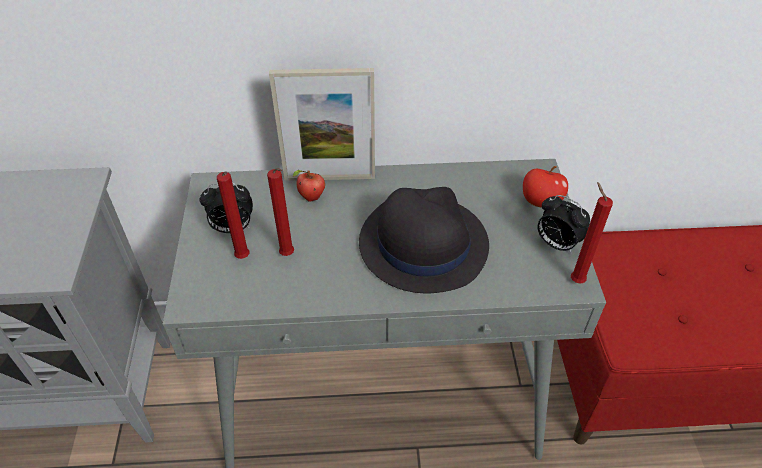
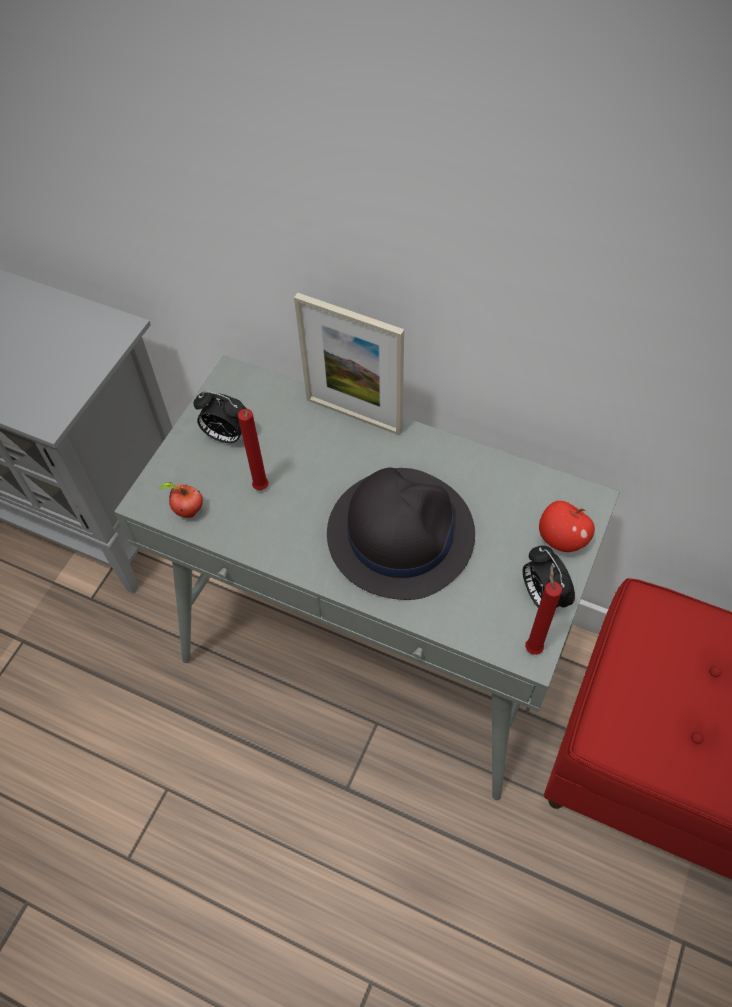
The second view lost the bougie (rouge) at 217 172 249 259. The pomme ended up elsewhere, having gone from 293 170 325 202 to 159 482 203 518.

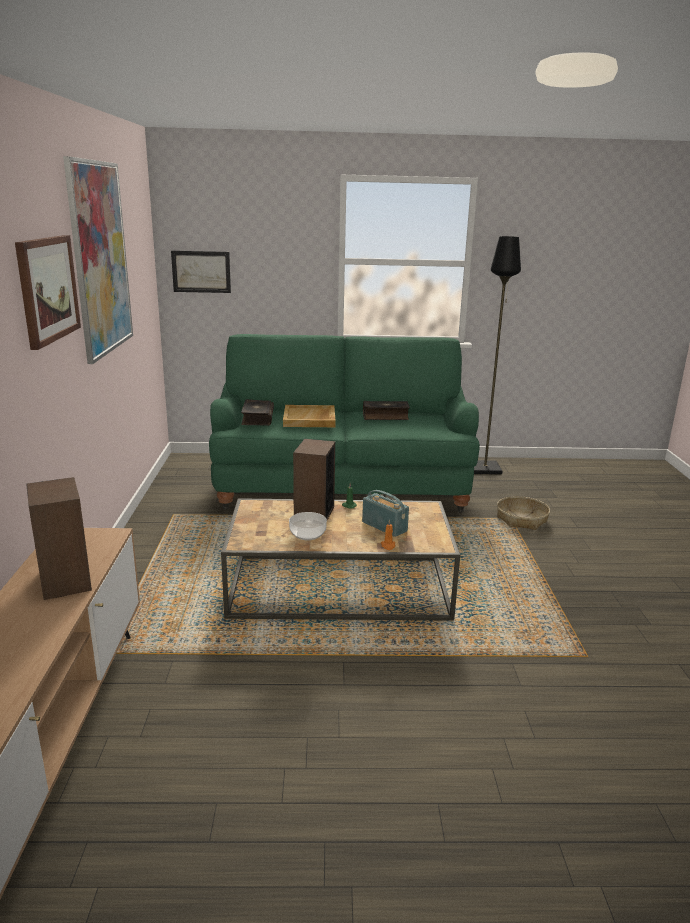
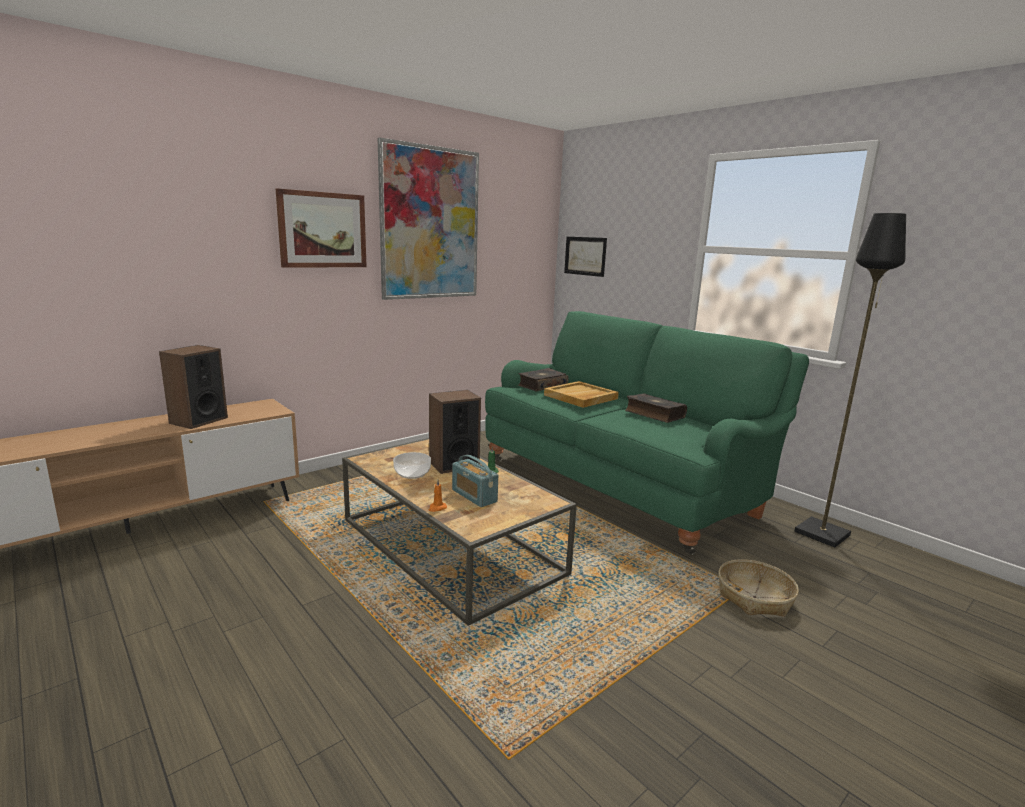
The radio at 362 490 409 537 ended up facing another way, 135 degrees clockwise from before.

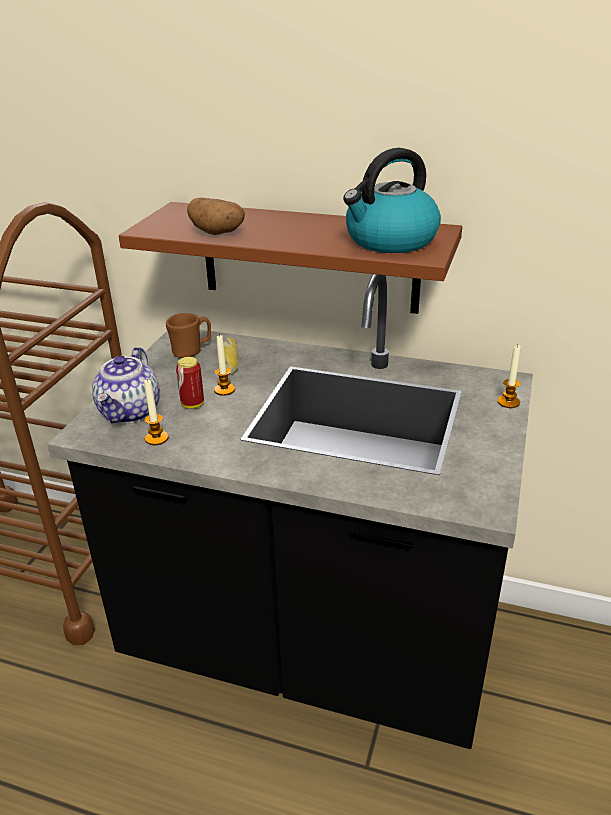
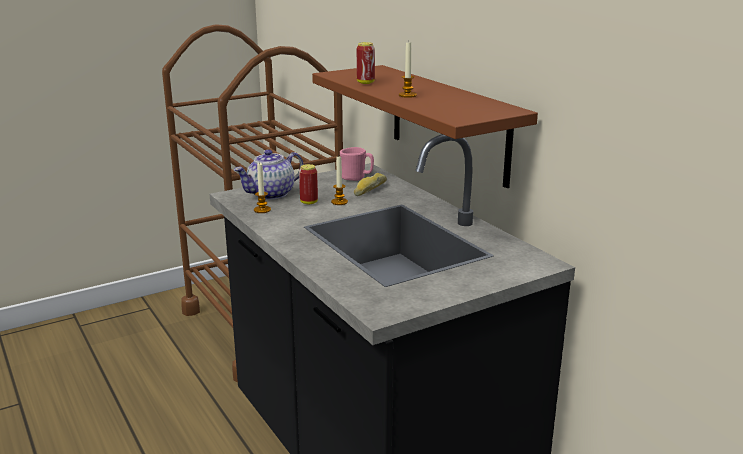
What was the mug (marron) at 166 313 211 358 turned into the mug (rose) at 340 147 374 181. Where the pomme de terre stood at 187 198 245 235, the boîte métallique came to stand at 357 42 375 84. The second view lost the bouilloire at 343 148 441 253. The bougie ended up elsewhere, having gone from 497 345 521 408 to 399 41 417 98.

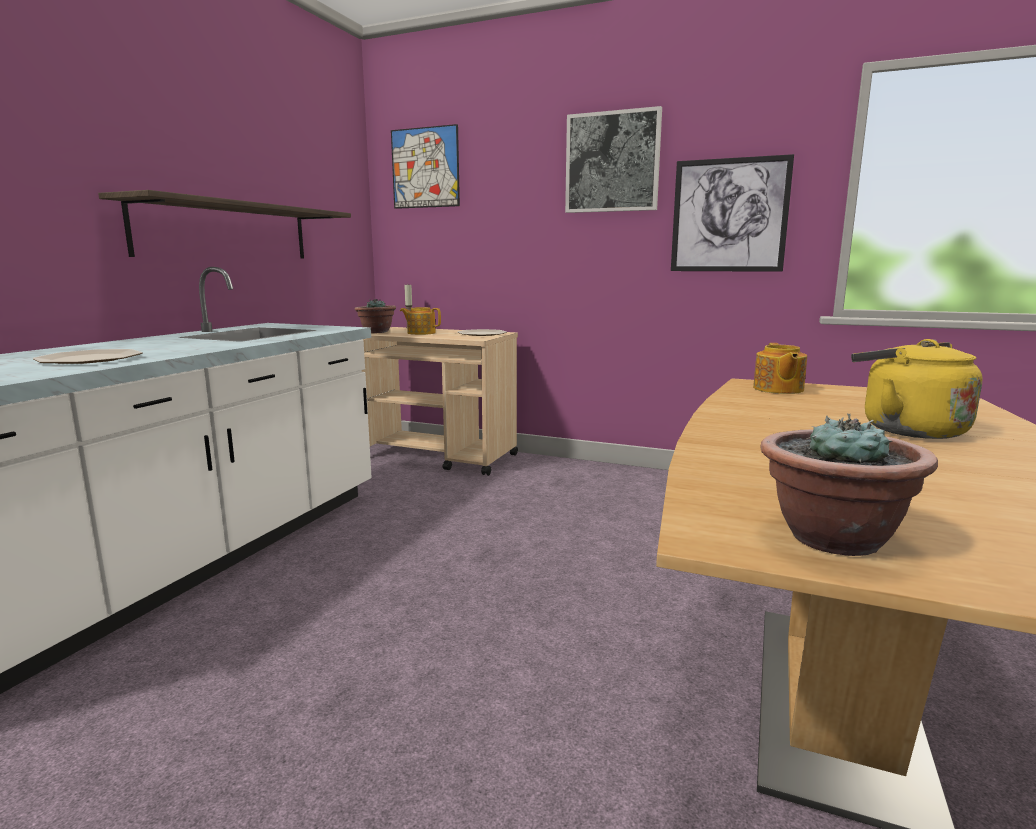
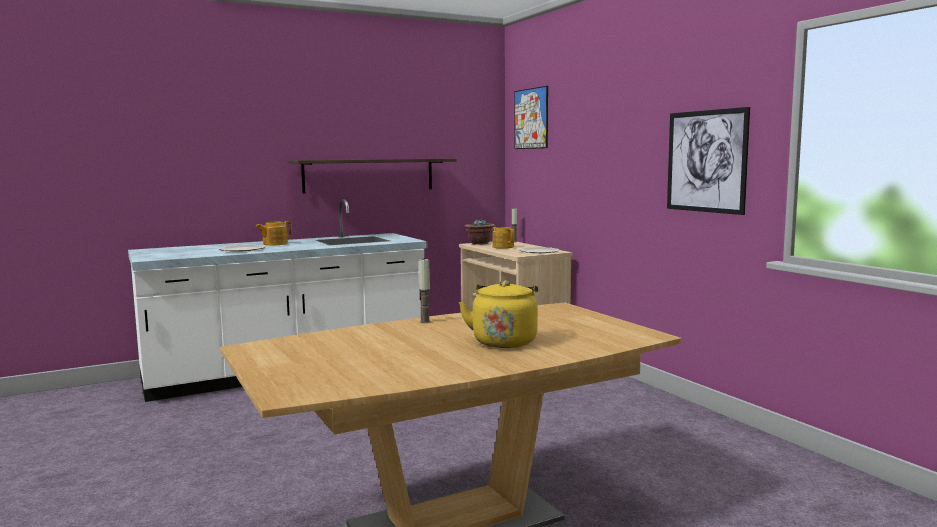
The second view lost the tableau at 565 106 662 213. The théière ended up elsewhere, having gone from 753 343 807 394 to 256 221 292 246. The second view lost the plante en pot at 760 413 938 556. The second view gained the bougie at 419 259 431 323.

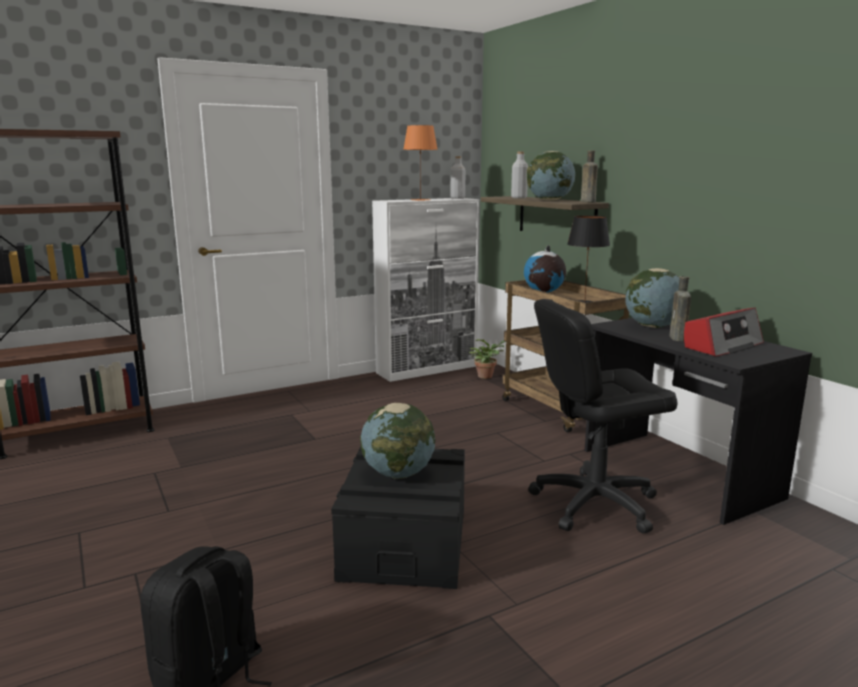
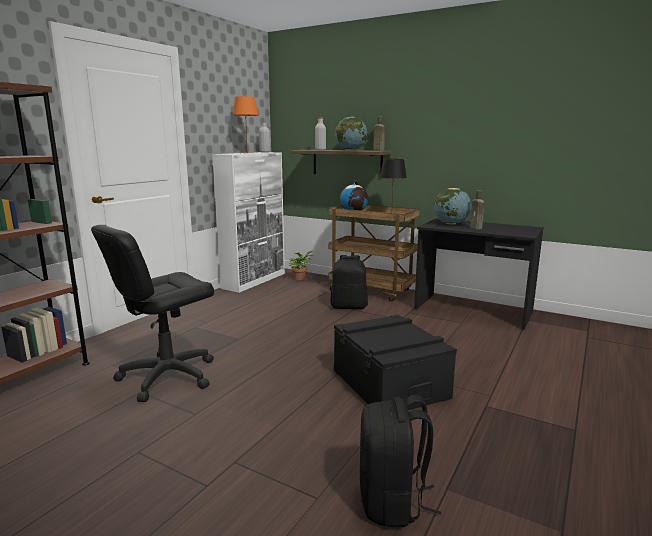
The second view lost the globe at 360 403 436 479. The chaise de bureau (noir) ended up elsewhere, having gone from 528 299 678 534 to 91 225 214 402. The second view lost the radio at 684 308 764 357. The second view gained the sac à dos (noir) at 330 255 368 309.

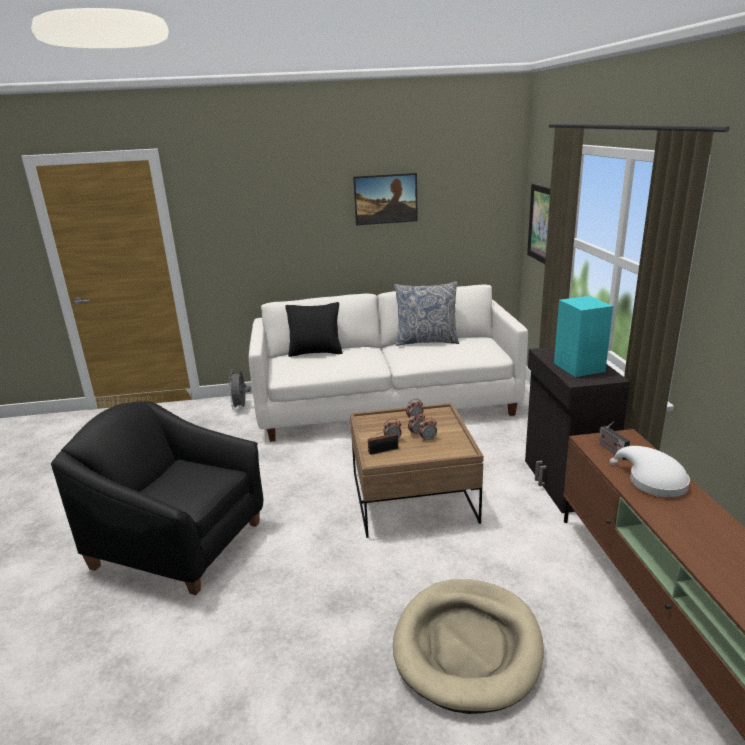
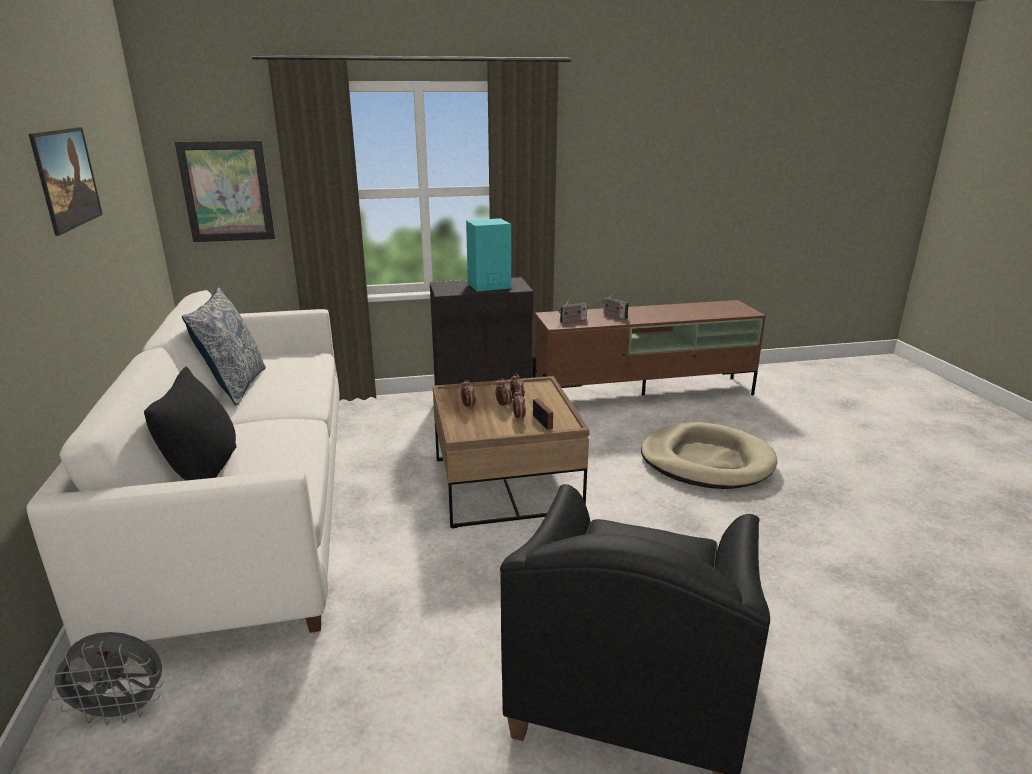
Where the chapeau (blanc) stood at 610 446 690 497, the radio came to stand at 603 291 629 319.

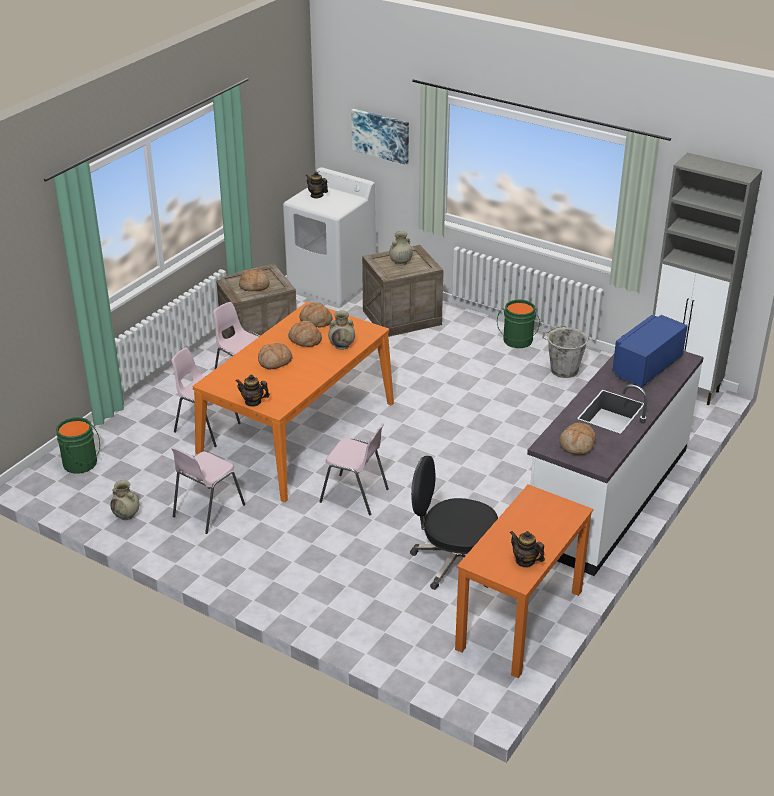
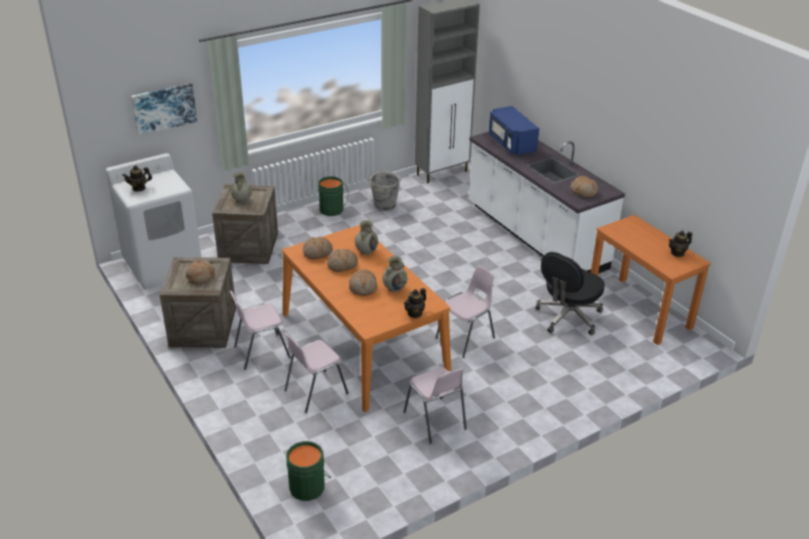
The vase (beige) ended up elsewhere, having gone from 110 480 139 520 to 382 256 407 292.

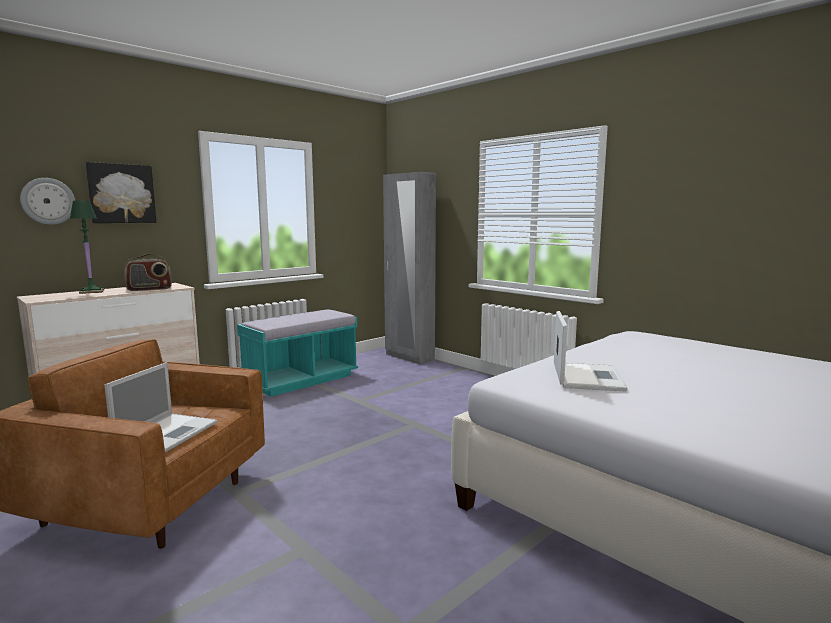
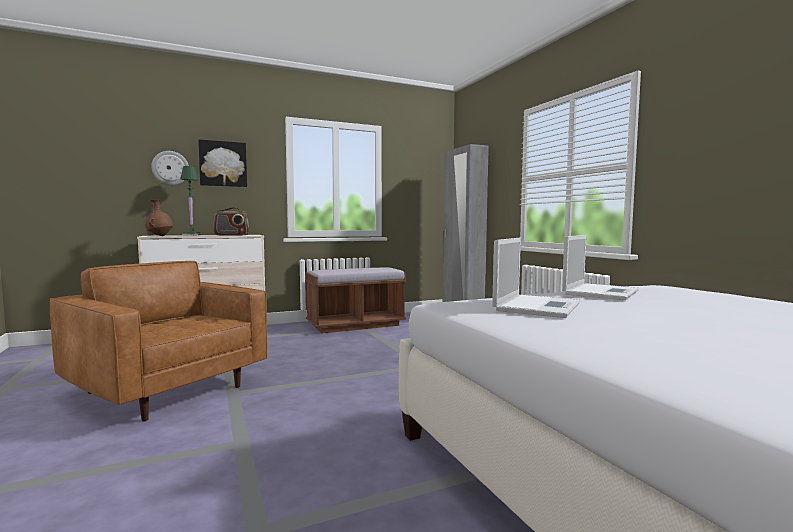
The ordinateur portable ended up elsewhere, having gone from 104 362 217 452 to 562 235 639 300. What was the banc (turquoise) at 237 309 358 397 turned into the banc (marron) at 305 267 406 333. The second view gained the vase (marron) at 145 200 173 236.

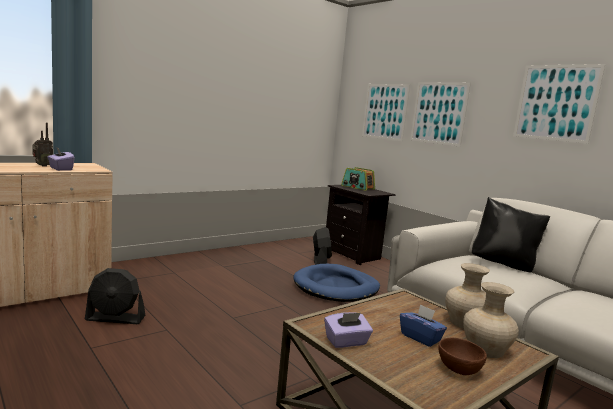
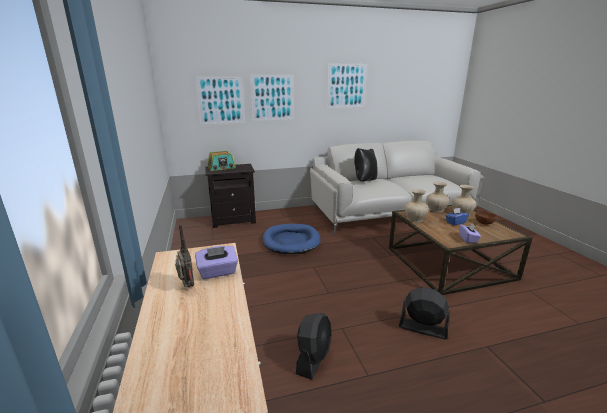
The ventilateur (noir) ended up elsewhere, having gone from 313 227 332 265 to 399 287 450 339. The second view gained the vase (beige) at 404 189 429 222.

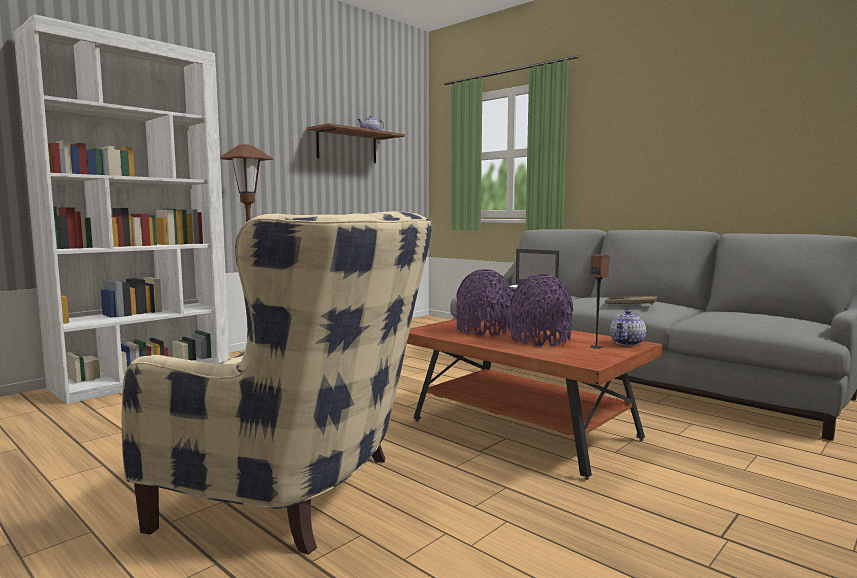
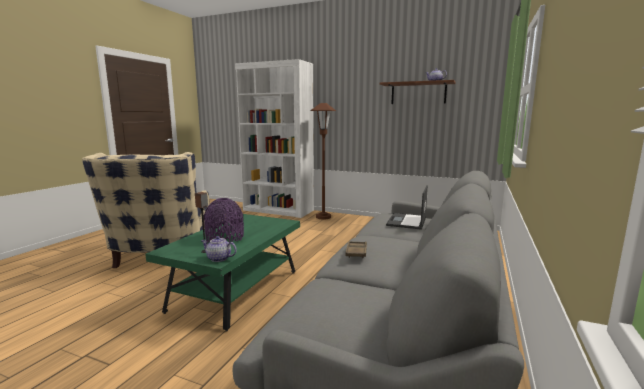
What was the table basse (marron) at 407 319 662 480 turned into the table basse (vert) at 145 214 300 331. The second view lost the vase (violet) at 456 269 513 336.

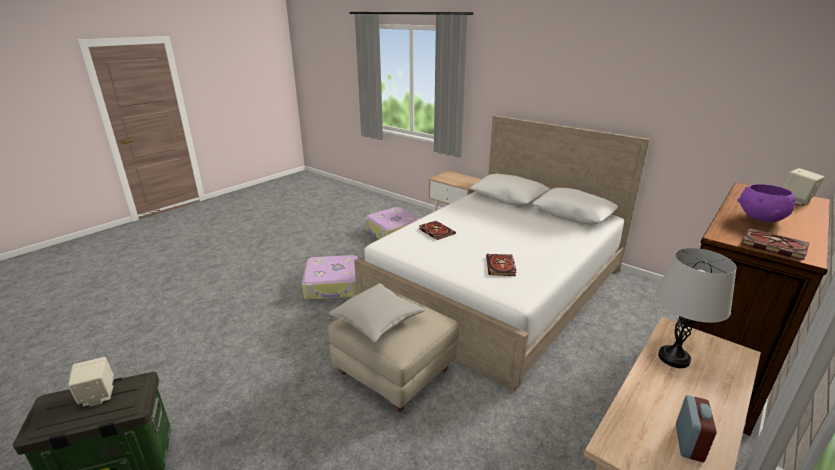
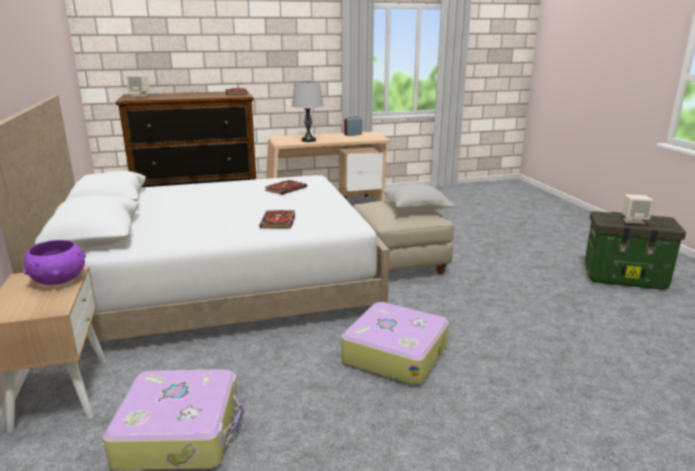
The bol (violet) ended up elsewhere, having gone from 737 184 796 222 to 23 240 86 285.

